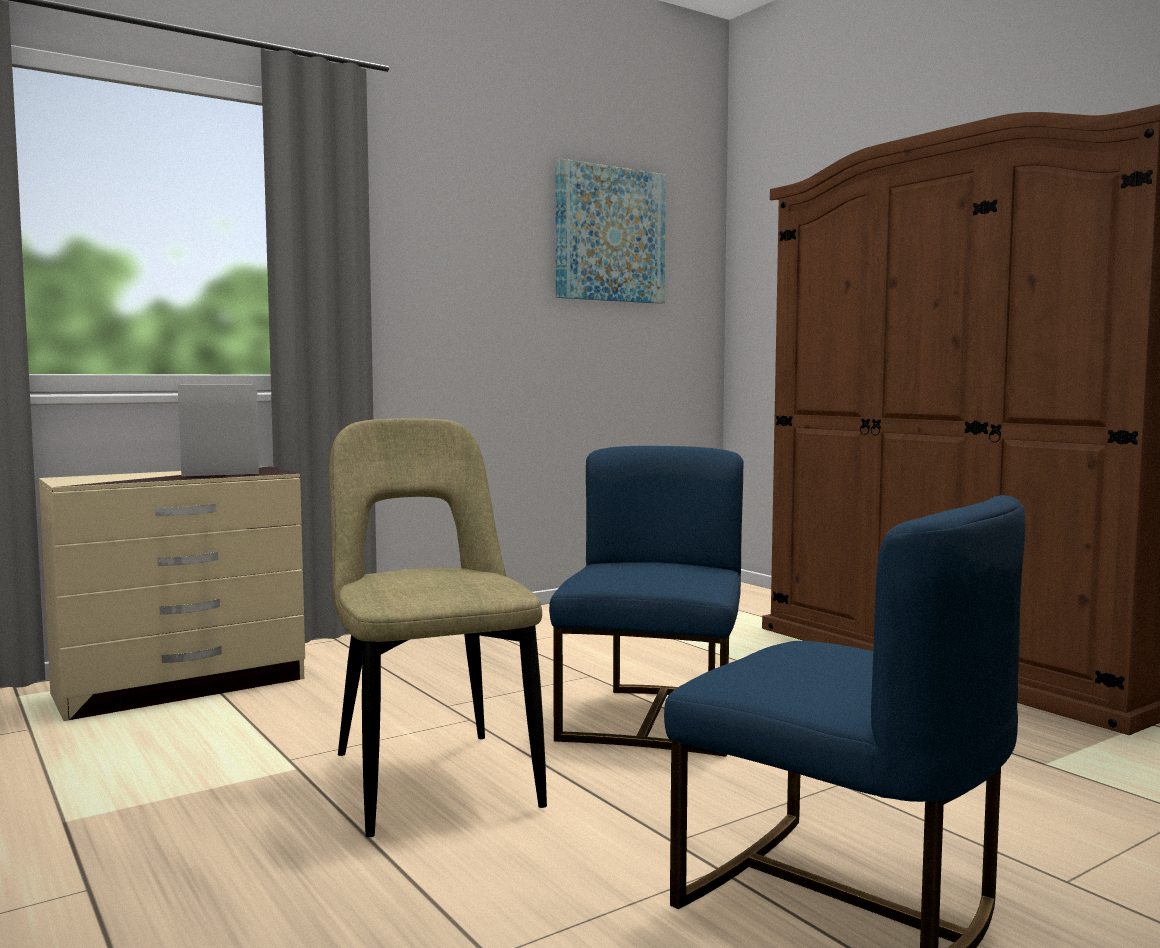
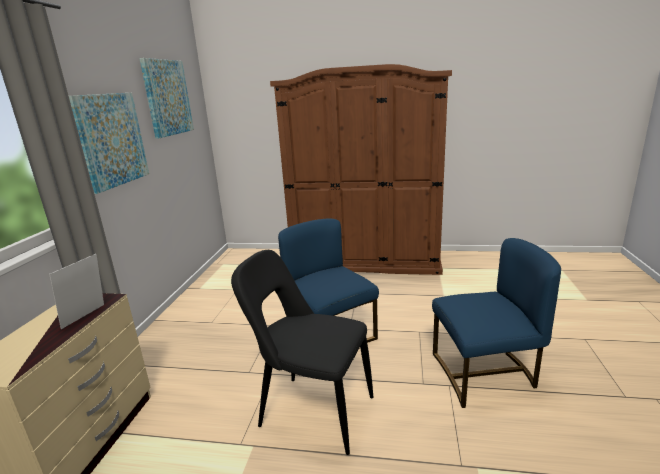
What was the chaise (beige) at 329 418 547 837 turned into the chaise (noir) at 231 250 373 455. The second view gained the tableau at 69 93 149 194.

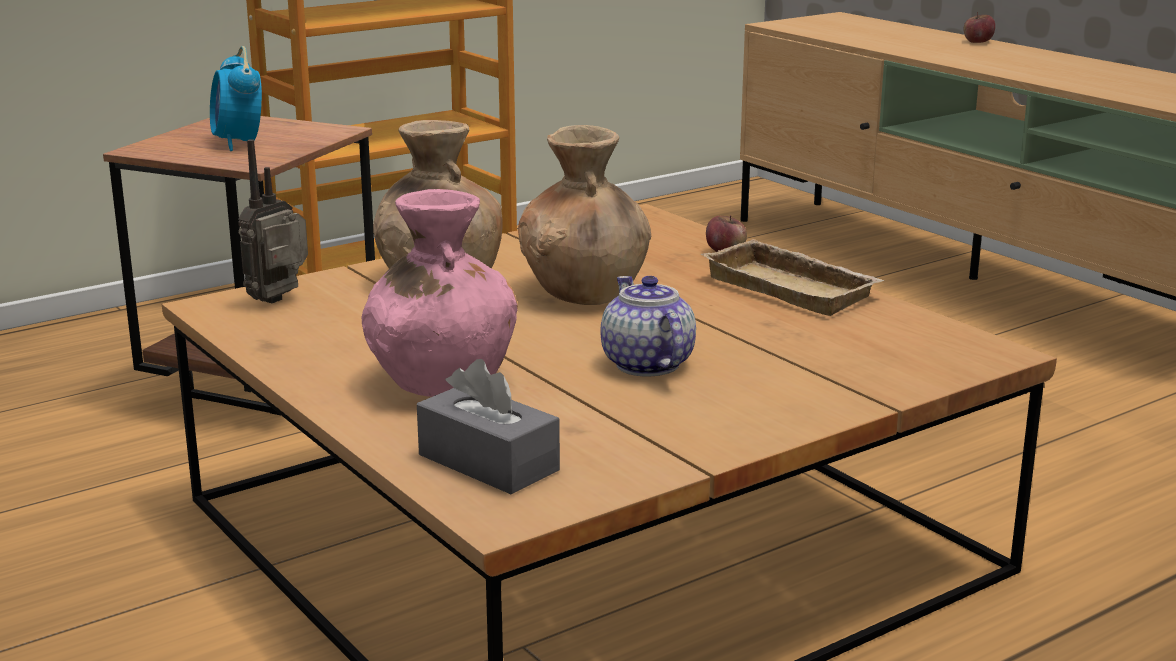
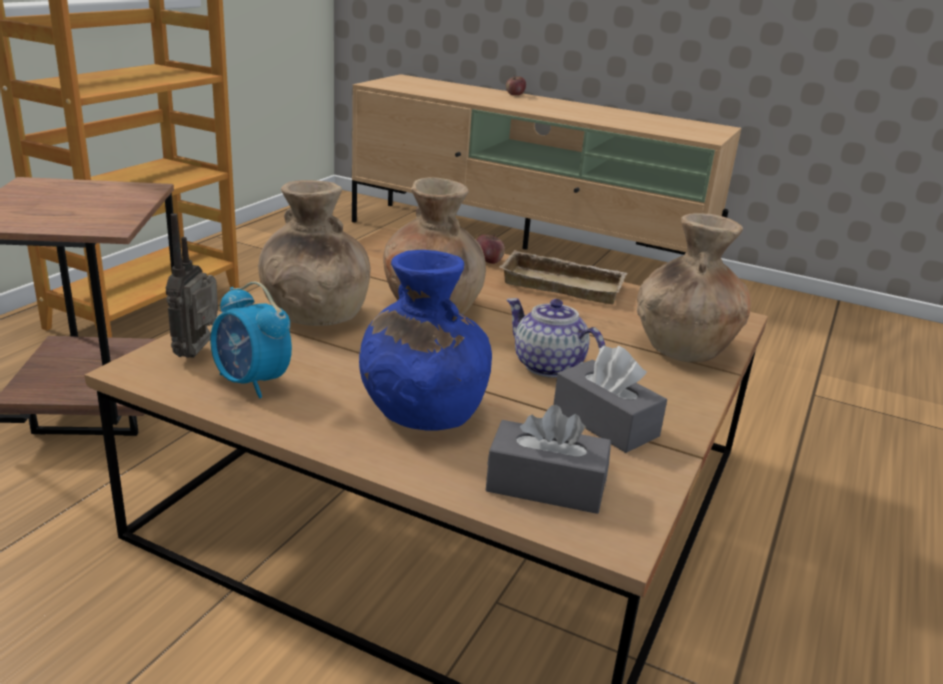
The réveil ended up elsewhere, having gone from 210 46 262 151 to 210 282 292 399. What was the vase (rose) at 362 189 518 397 turned into the vase (bleu) at 359 250 492 430. The second view gained the boîte à mouchoirs (gris) at 553 346 667 453. The second view gained the vase (marron) at 637 213 751 362.

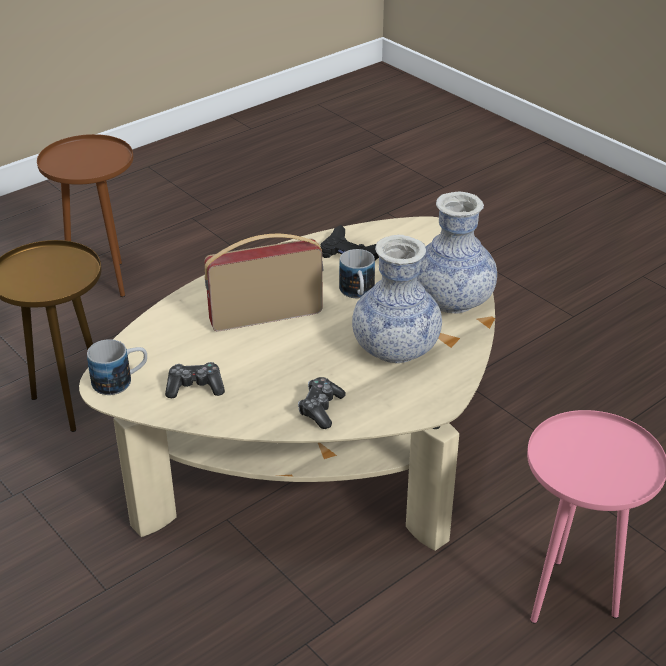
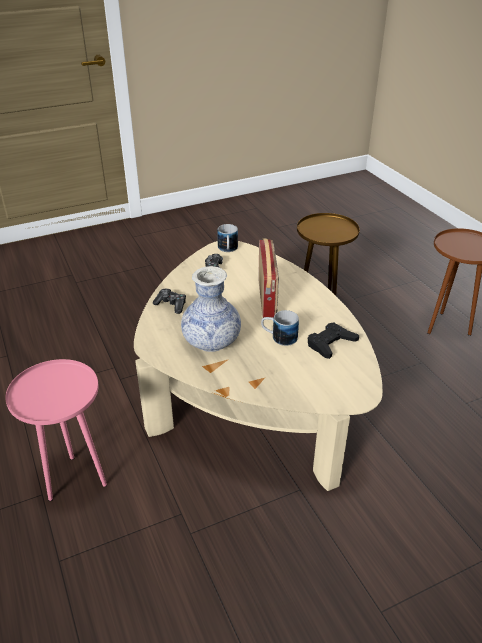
The second view lost the vase at 417 192 497 313.

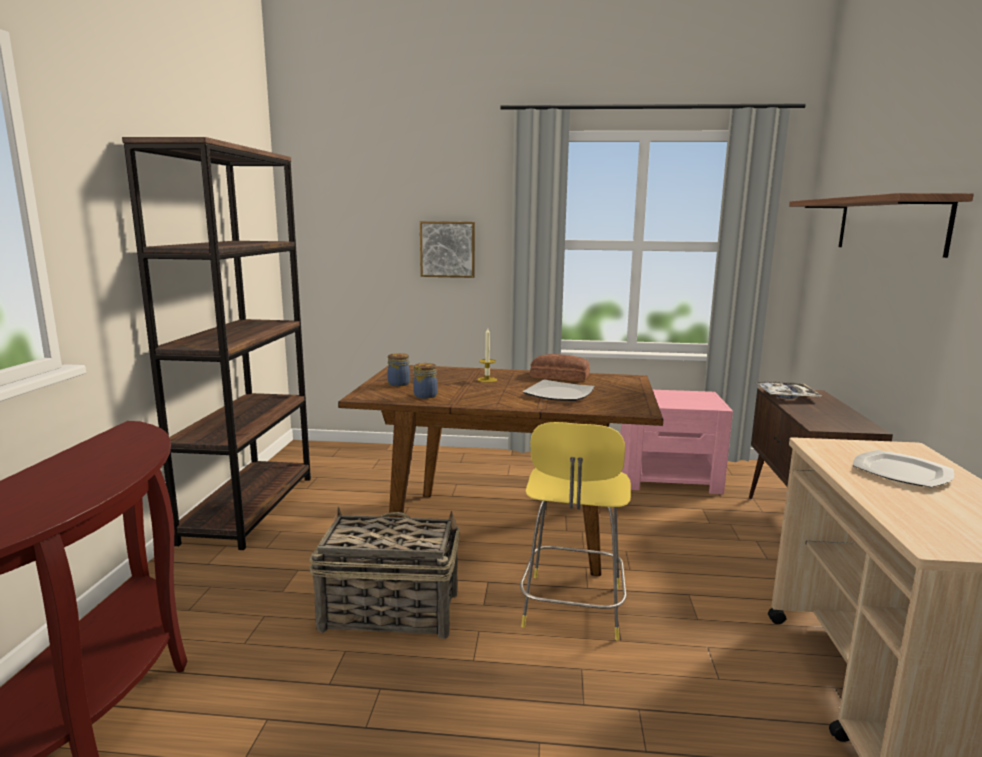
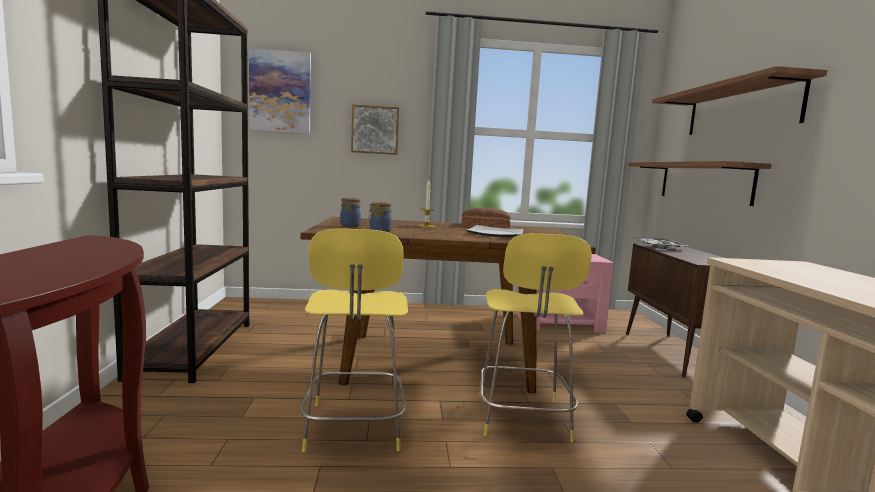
Where the panier stood at 309 506 460 639, the tabouret (jaune) came to stand at 300 228 408 452. The second view lost the assiette at 853 450 954 487. The second view gained the tableau at 249 48 311 134. The second view gained the étagère at 628 161 772 206.

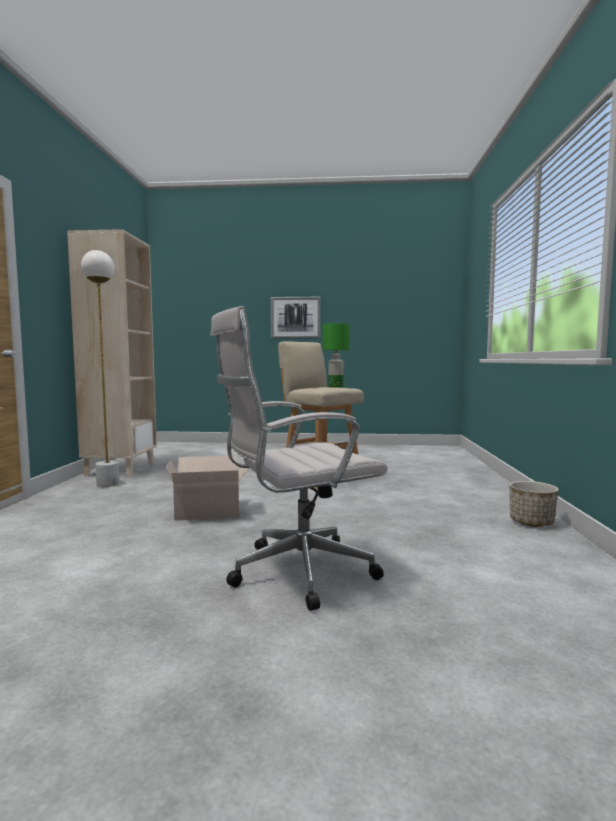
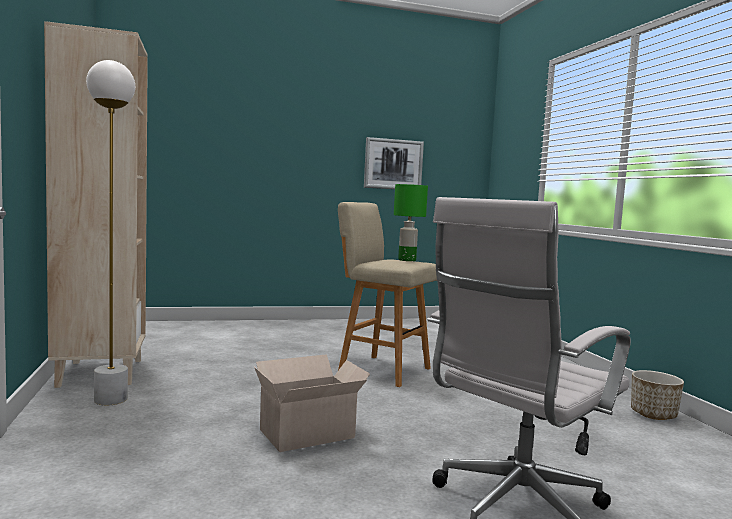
The tableau ended up elsewhere, having gone from 271 297 320 339 to 364 137 424 189.

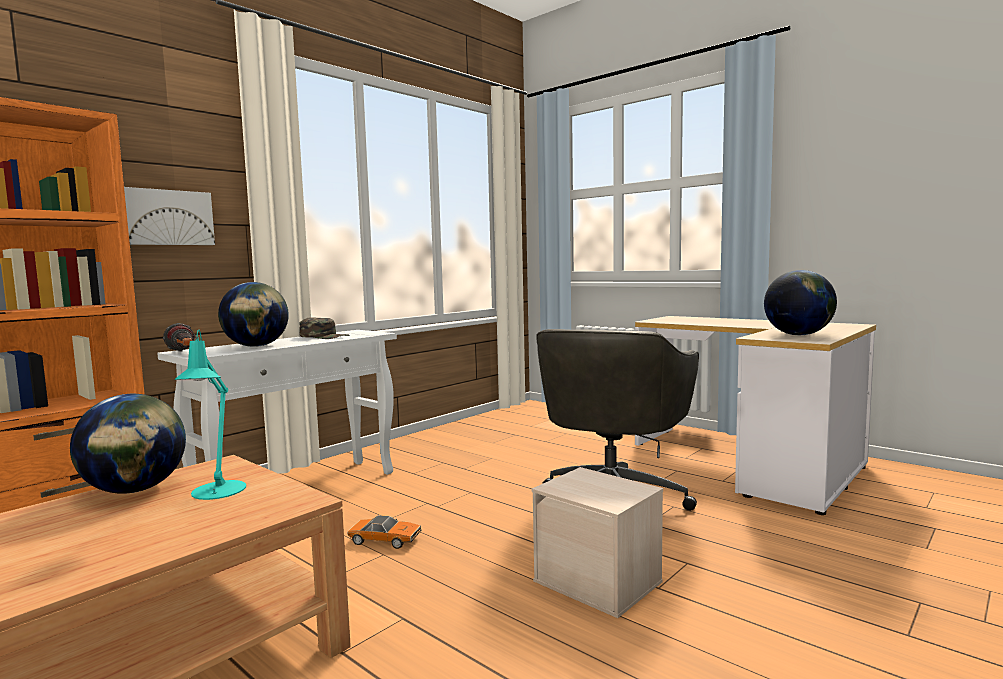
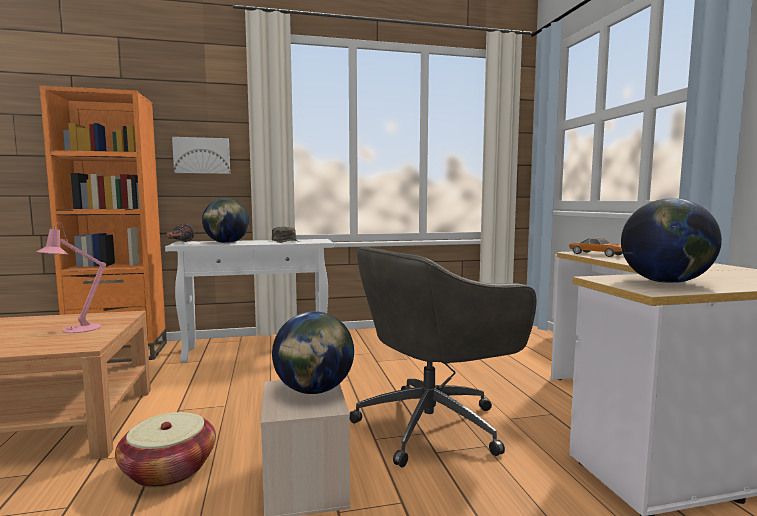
The globe ended up elsewhere, having gone from 70 394 186 494 to 272 311 354 394. What was the lampe de table (turquoise) at 174 329 246 500 turned into the lampe de table (rose) at 36 222 106 333. The petite voiture ended up elsewhere, having gone from 347 515 421 549 to 569 238 623 257. The second view gained the panier at 115 412 216 488.

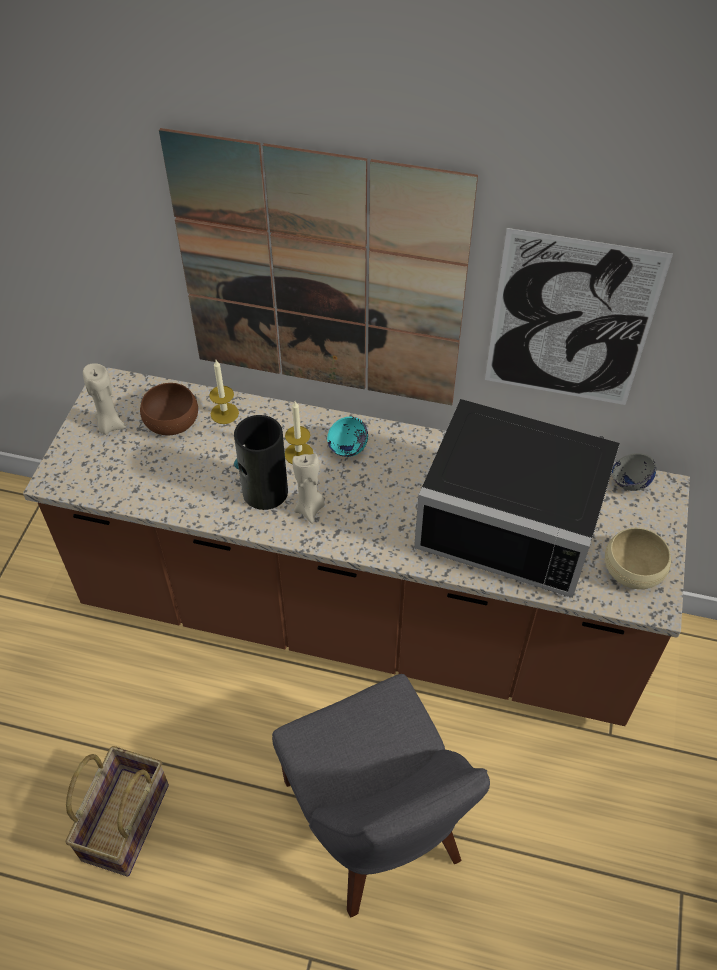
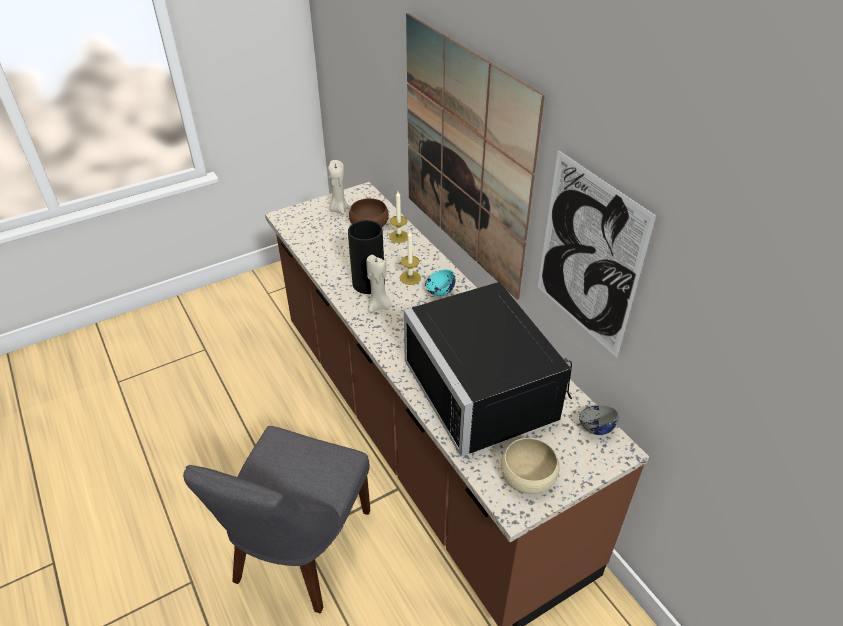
The second view lost the panier at 65 746 169 876.

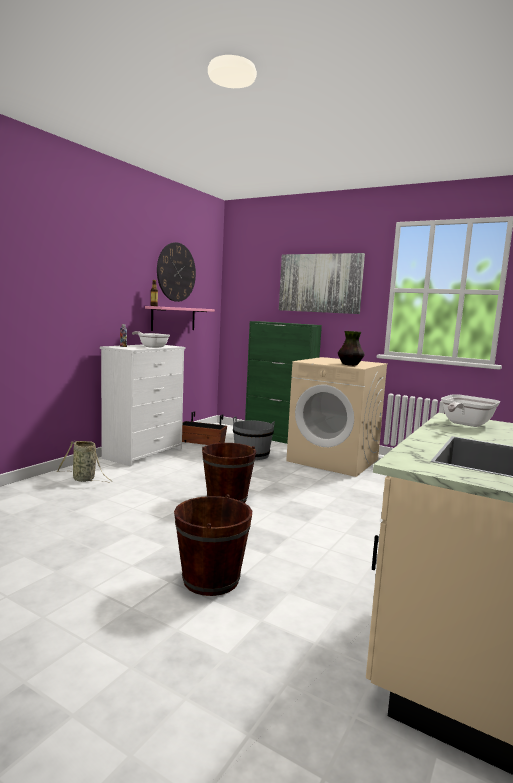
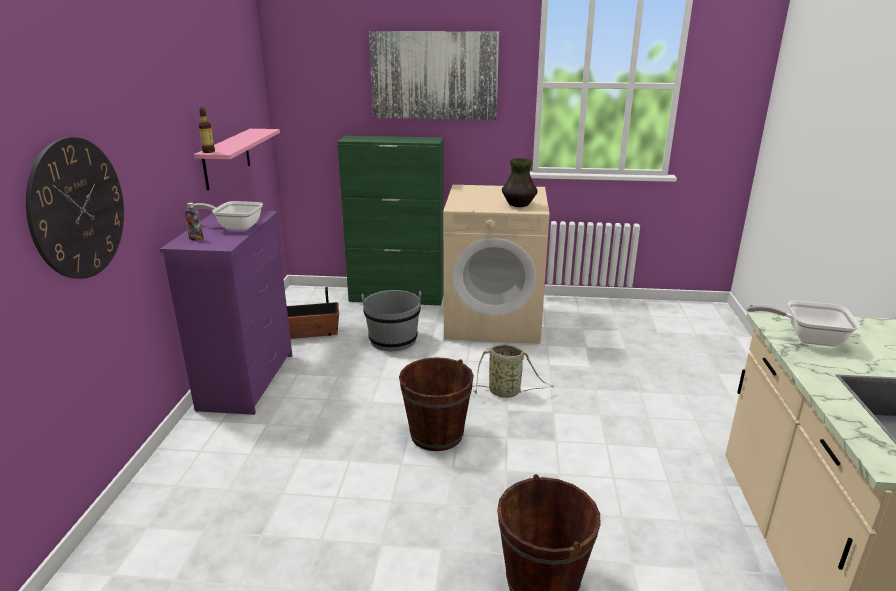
The panier ended up elsewhere, having gone from 57 441 113 483 to 472 344 554 398. What was the commode (blanc) at 100 345 185 467 turned into the commode (violet) at 160 211 292 415. The horloge murale ended up elsewhere, having gone from 157 242 196 302 to 26 137 124 279. The poêle at 441 394 501 427 ended up facing another way, 90 degrees clockwise from before.

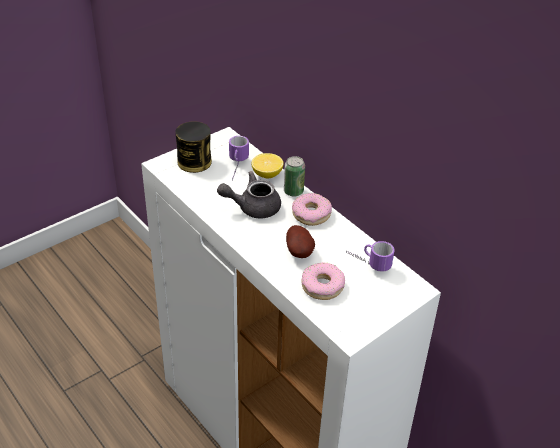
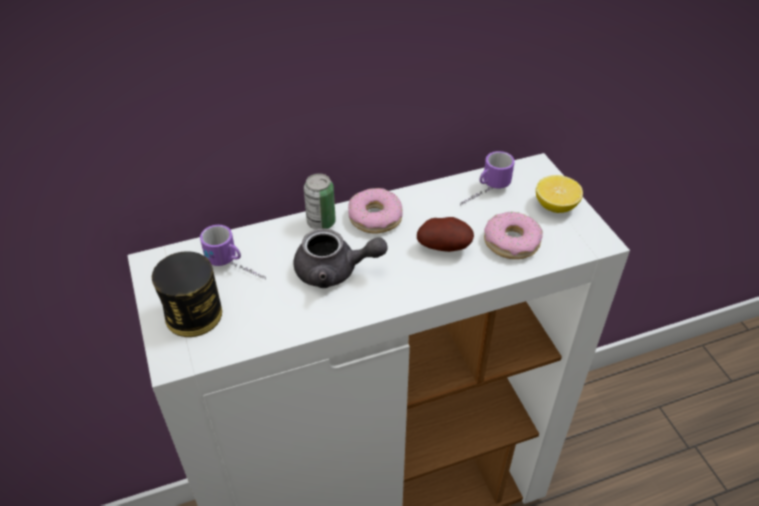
The théière (gris) at 217 171 281 218 ended up facing another way, 90 degrees counterclockwise from before. The citron ended up elsewhere, having gone from 251 153 283 178 to 536 175 583 213.

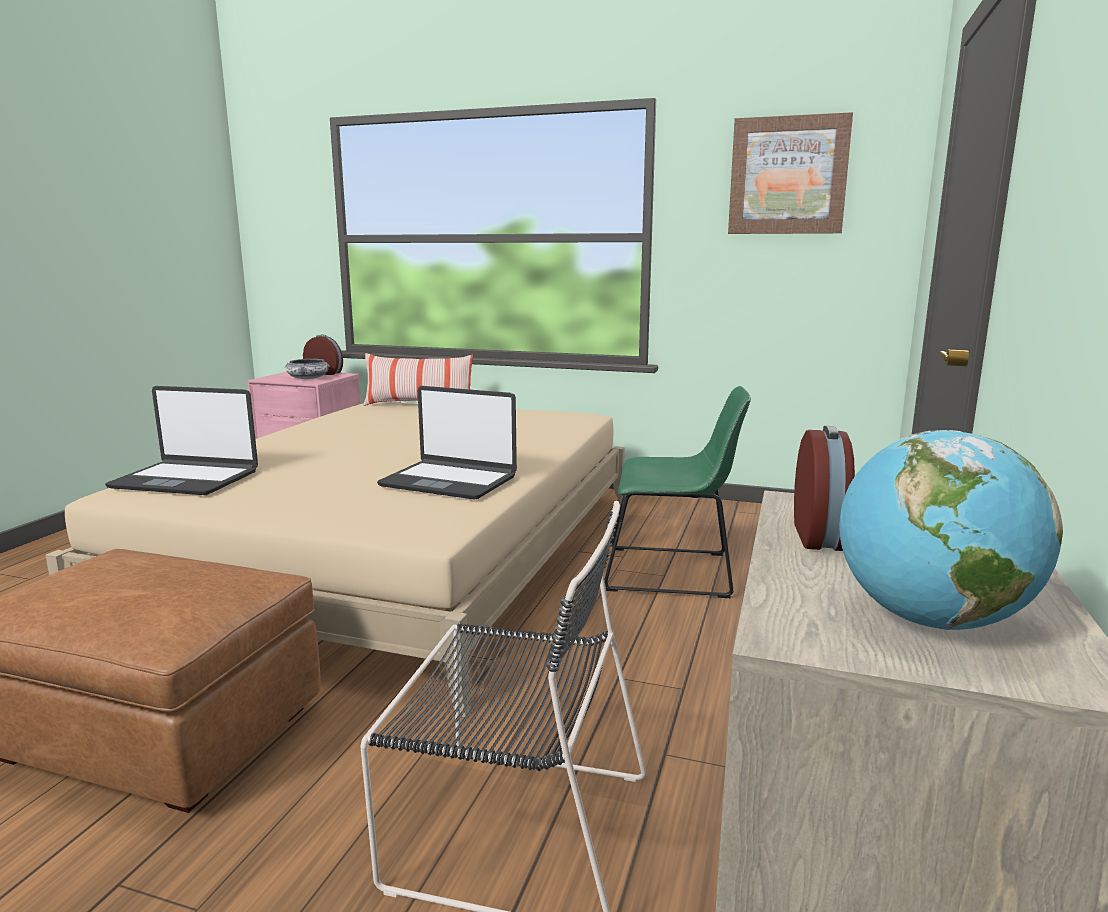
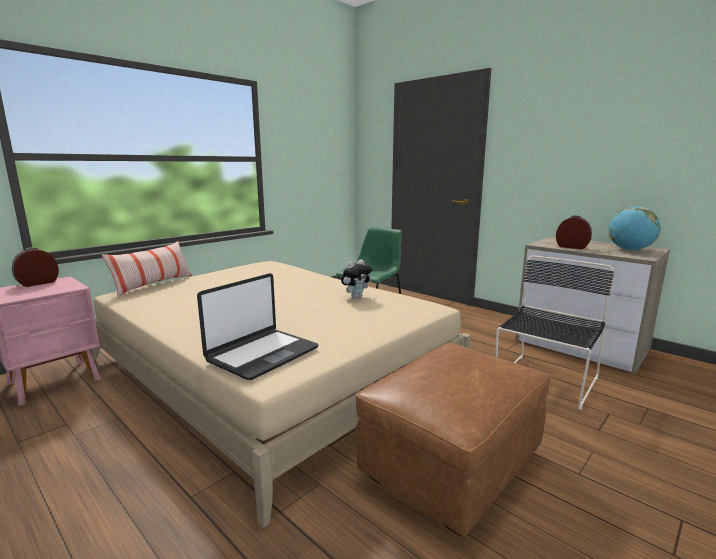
The second view lost the bol at 285 359 330 379. Where the ordinateur portable stood at 377 386 517 500, the peluche came to stand at 341 259 372 298. The second view lost the tableau at 728 112 853 234.

